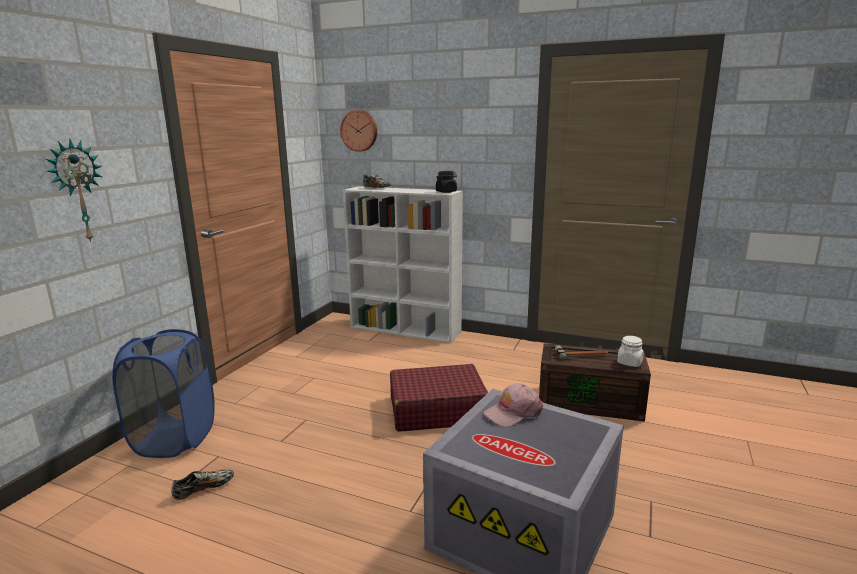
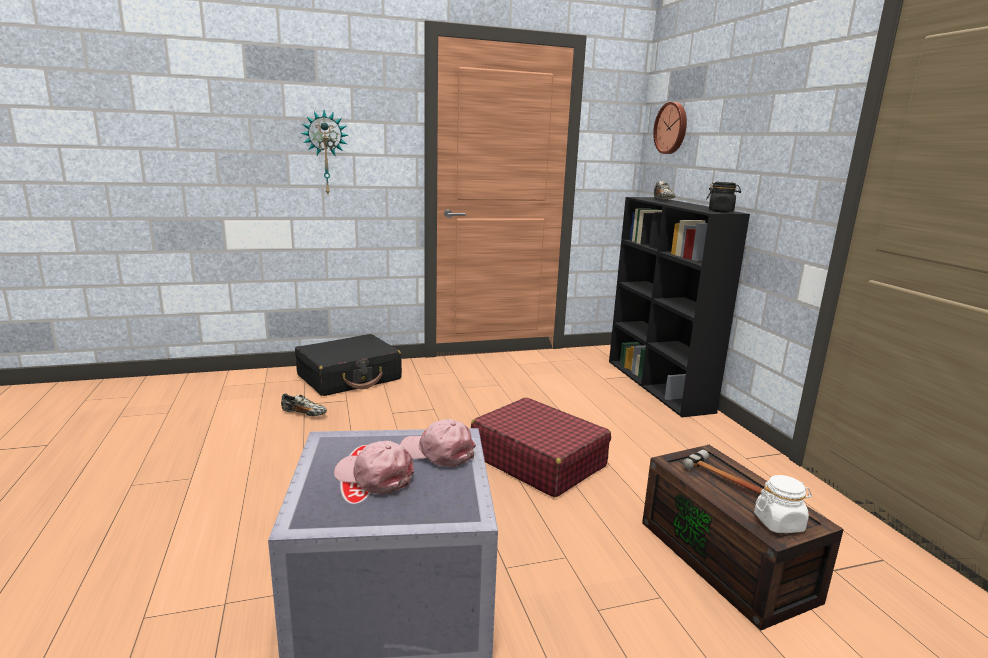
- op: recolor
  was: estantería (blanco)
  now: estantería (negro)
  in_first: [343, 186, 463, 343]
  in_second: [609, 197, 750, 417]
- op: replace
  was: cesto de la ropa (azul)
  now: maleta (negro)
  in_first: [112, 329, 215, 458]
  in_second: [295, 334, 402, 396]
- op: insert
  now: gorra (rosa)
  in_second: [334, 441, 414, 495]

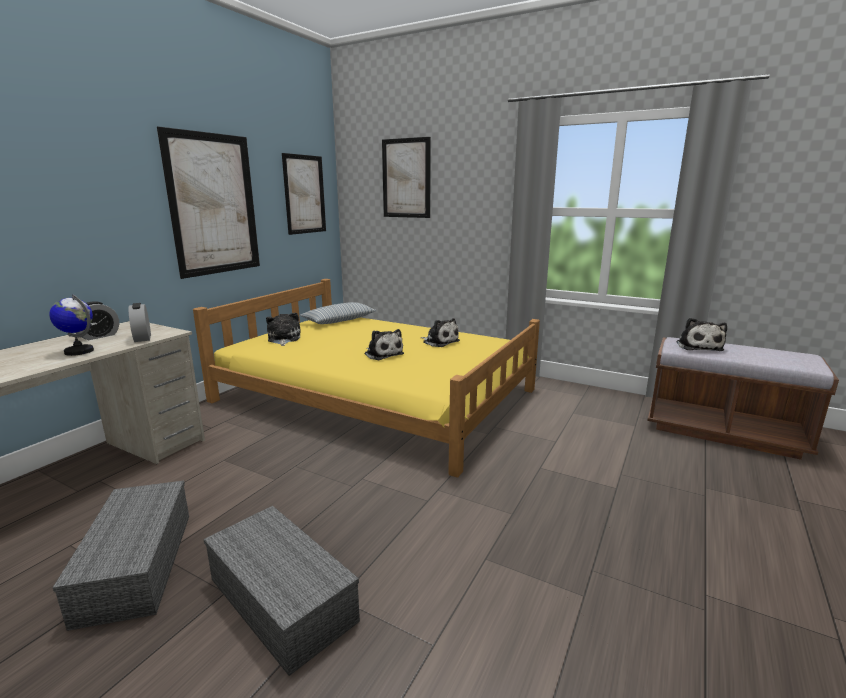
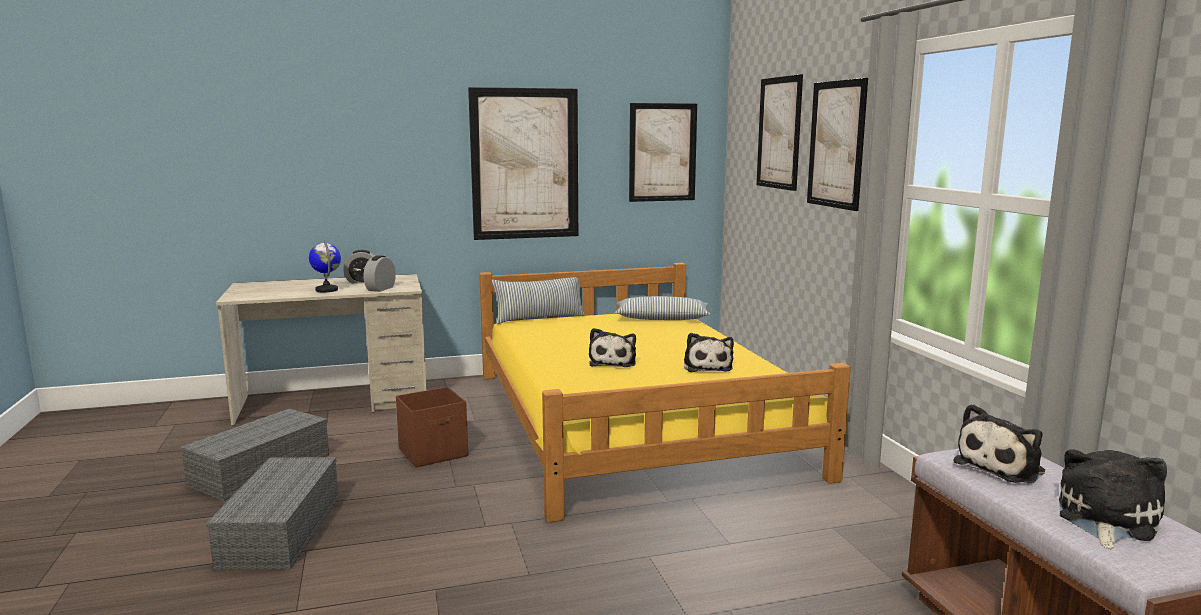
- op: move
  was: peluche
  in_first: [266, 312, 301, 346]
  in_second: [1059, 449, 1167, 549]
- op: insert
  now: cuadro
  in_second: [807, 78, 868, 211]
- op: insert
  now: cojín
  in_second: [492, 277, 585, 324]
- op: insert
  now: caja de almacenaje (marrón)
  in_second: [396, 387, 468, 468]

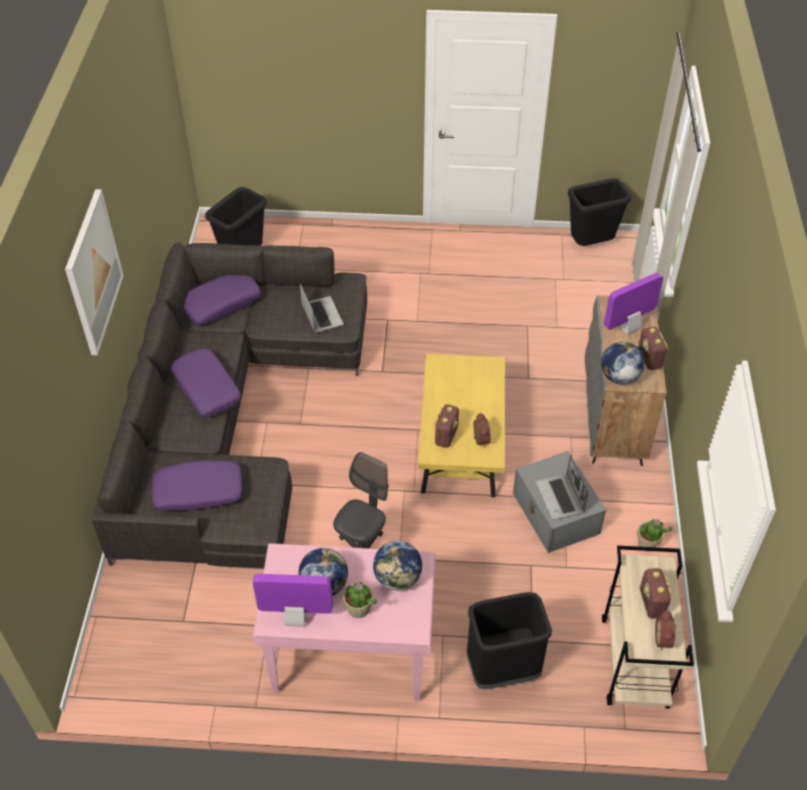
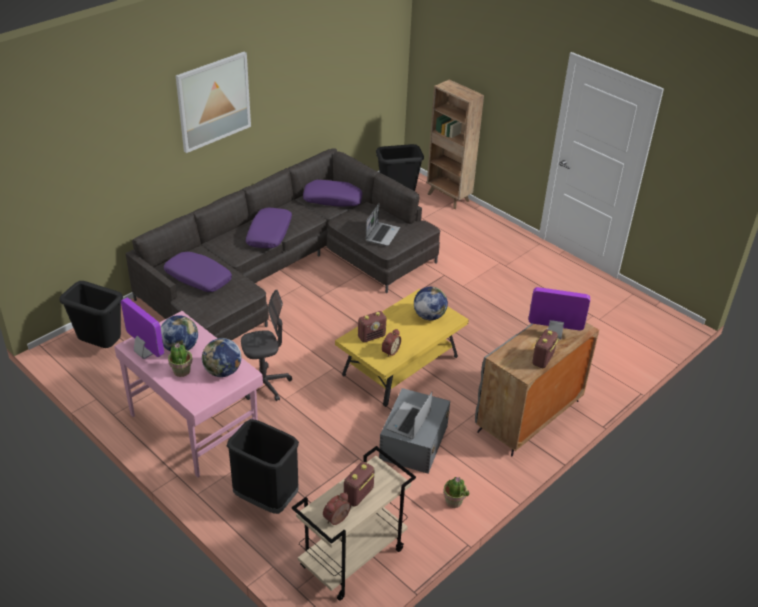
- op: move
  was: papelera (negro)
  in_first: [568, 178, 631, 246]
  in_second: [60, 281, 123, 348]
- op: move
  was: globo terráqueo
  in_first: [601, 341, 645, 384]
  in_second: [414, 287, 448, 320]
- op: insert
  now: estantería (marrón)
  in_second: [427, 79, 484, 209]

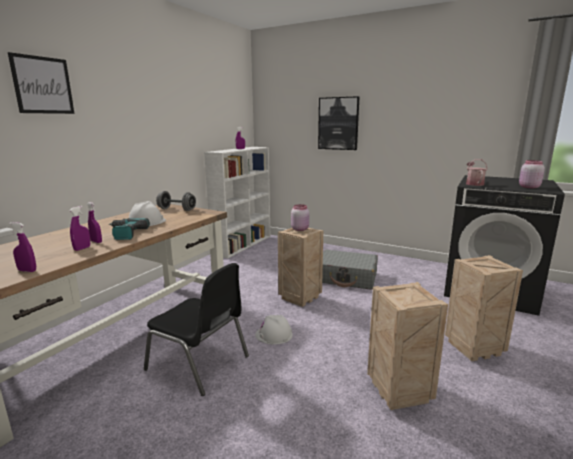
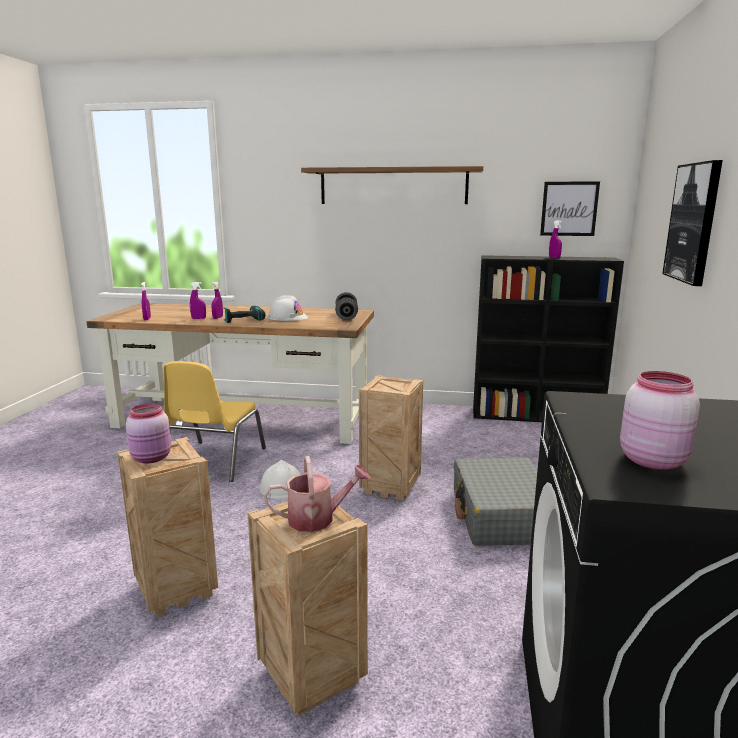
- op: move
  was: cuadro
  in_first: [8, 52, 75, 114]
  in_second: [540, 182, 600, 236]
- op: recolor
  was: estantería (blanco)
  now: estantería (negro)
  in_first: [204, 147, 270, 258]
  in_second: [473, 255, 624, 422]
- op: move
  was: regadera
  in_first: [466, 159, 487, 186]
  in_second: [264, 456, 370, 532]
- op: move
  was: tarro (rosa)
  in_first: [291, 204, 309, 231]
  in_second: [126, 403, 171, 463]
- op: recolor
  was: silla (negro)
  now: silla (amarillo)
  in_first: [144, 263, 249, 396]
  in_second: [164, 361, 266, 482]
- op: insert
  now: estante
  in_second: [301, 166, 483, 204]

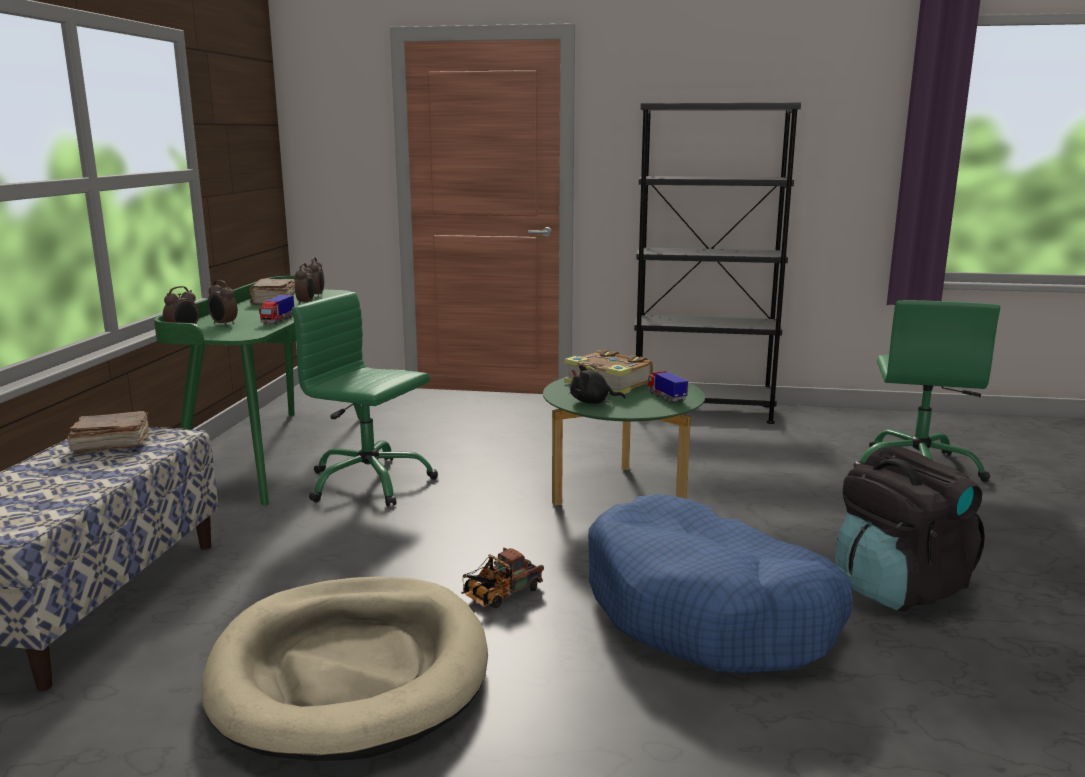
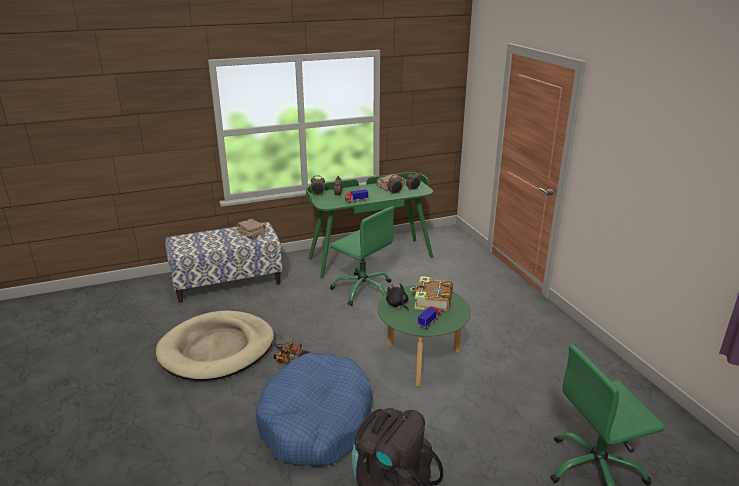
- op: delete
  was: estantería (negro)
  in_first: [634, 103, 801, 424]
- op: rotate
  was: silla de oficina (verde)
  in_first: [292, 292, 438, 507]
  in_second: [330, 206, 395, 306]
  clockwise: 135

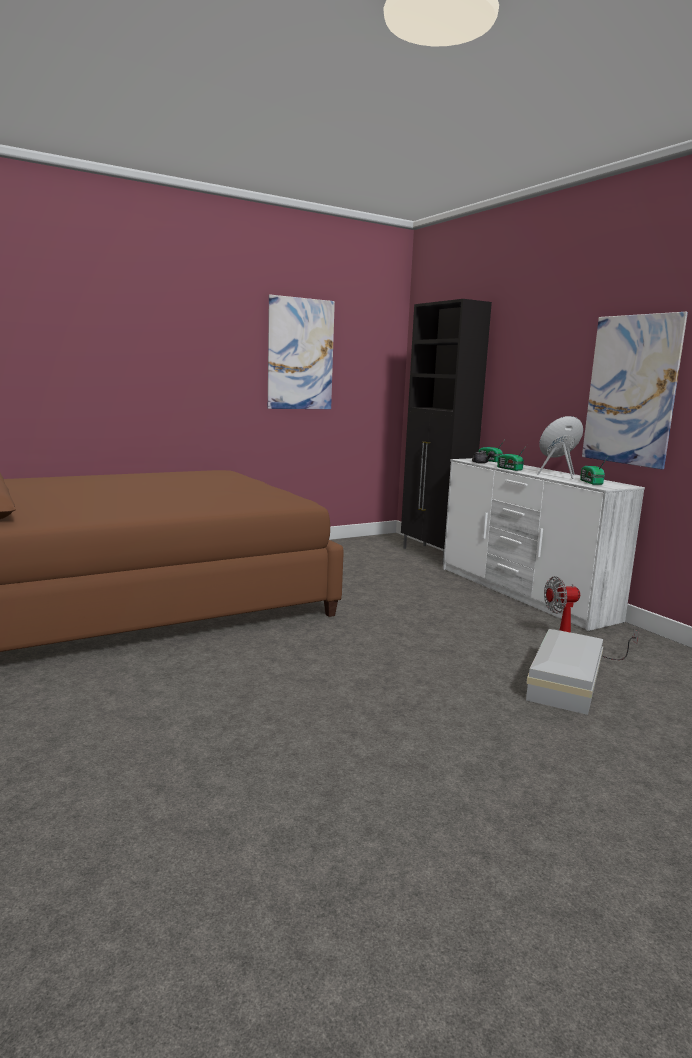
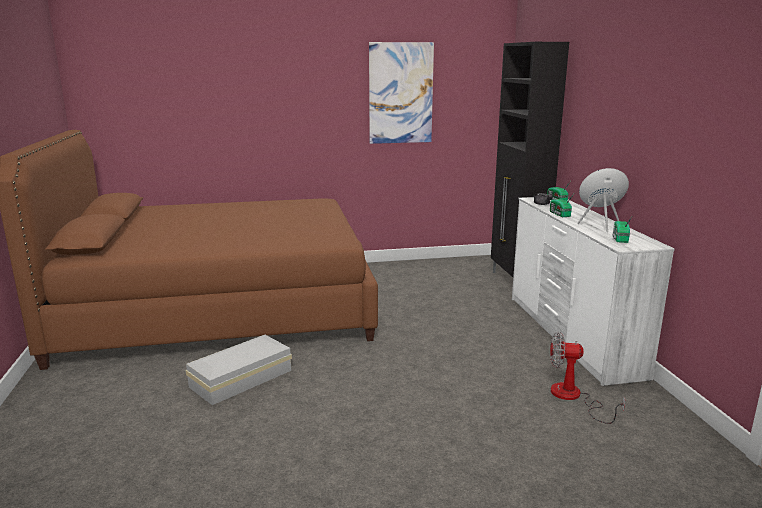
- op: delete
  was: cuadro
  in_first: [582, 312, 688, 470]
- op: move
  was: caja de almacenaje (blanco)
  in_first: [526, 629, 603, 715]
  in_second: [185, 335, 292, 405]

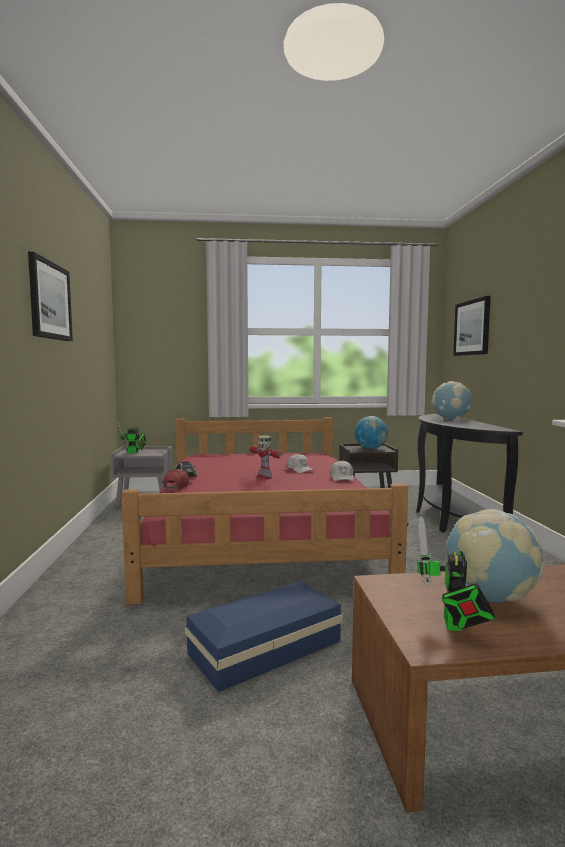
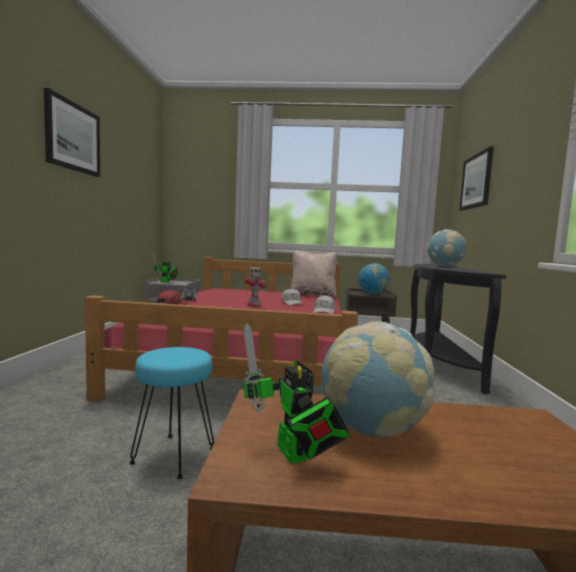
- op: rotate
  was: robot de juguete
  in_first: [416, 516, 495, 631]
  in_second: [243, 323, 350, 464]
  clockwise: -45
- op: replace
  was: caja de almacenaje (azul)
  now: taburete (turquesa)
  in_first: [185, 581, 343, 692]
  in_second: [129, 347, 214, 479]
- op: insert
  now: cojín (beis)
  in_second: [291, 250, 338, 297]

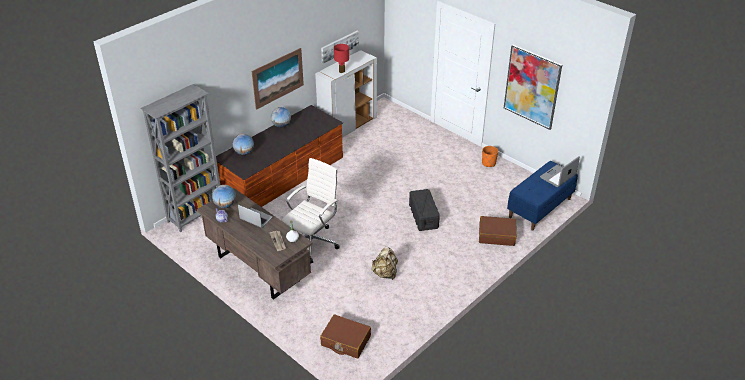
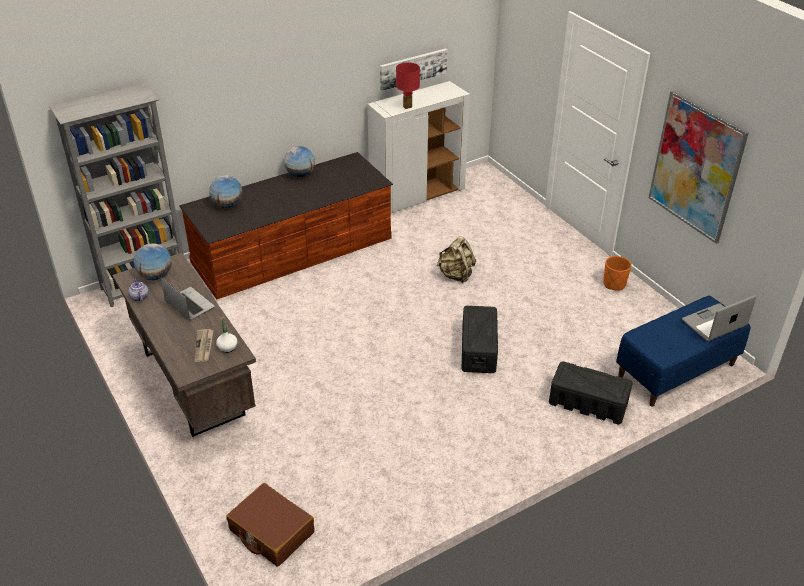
- op: delete
  was: cuadro
  in_first: [252, 48, 304, 110]
- op: delete
  was: silla de oficina (blanco)
  in_first: [282, 158, 340, 264]
- op: replace
  was: maleta (marrón)
  now: caja de almacenaje (negro)
  in_first: [479, 216, 517, 246]
  in_second: [549, 361, 632, 424]
- op: move
  was: mochila (beis)
  in_first: [372, 247, 398, 280]
  in_second: [437, 236, 476, 283]

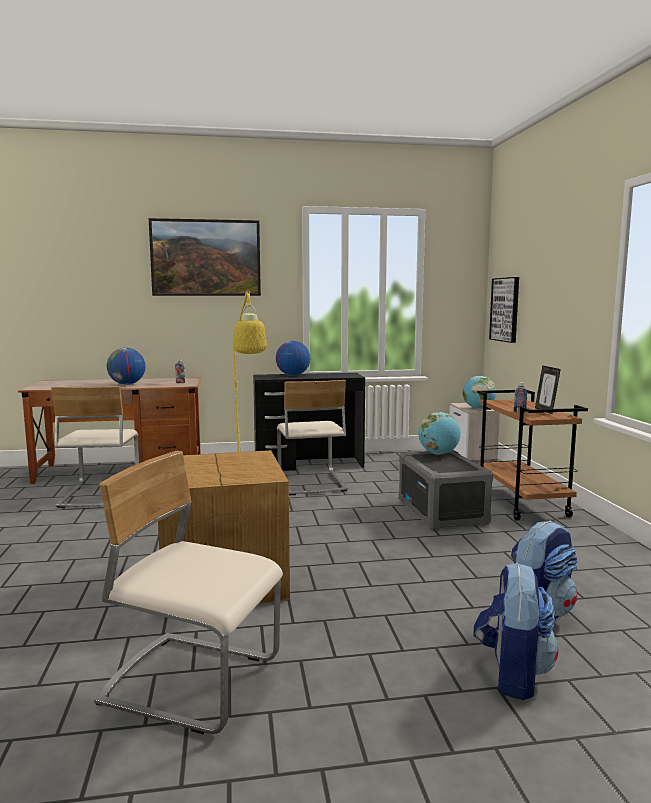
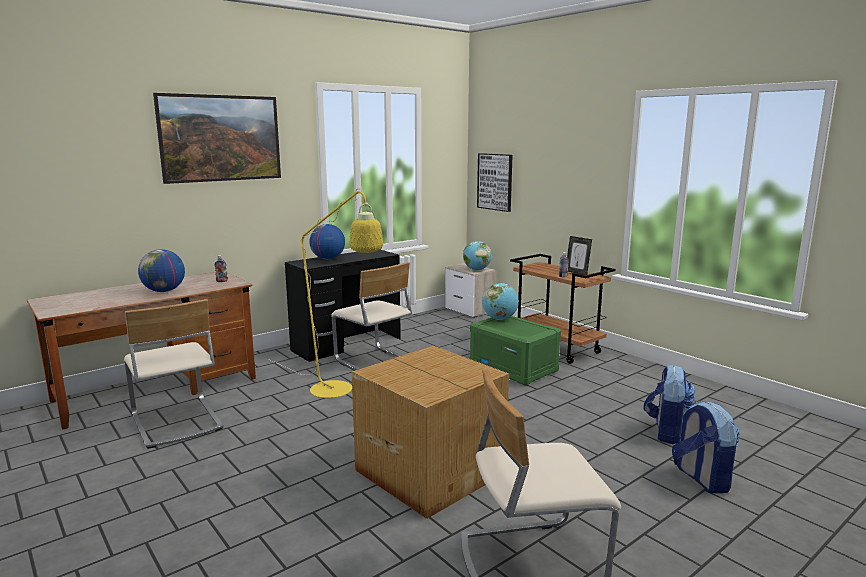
- op: recolor
  was: caja de almacenaje (gris)
  now: caja de almacenaje (verde)
  in_first: [398, 450, 493, 530]
  in_second: [469, 316, 561, 386]

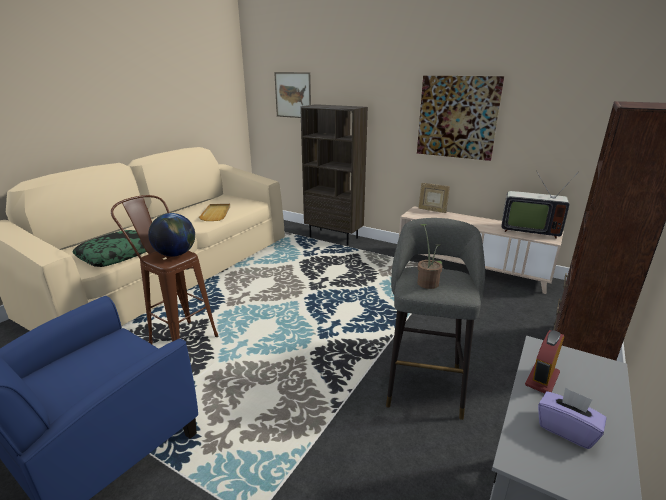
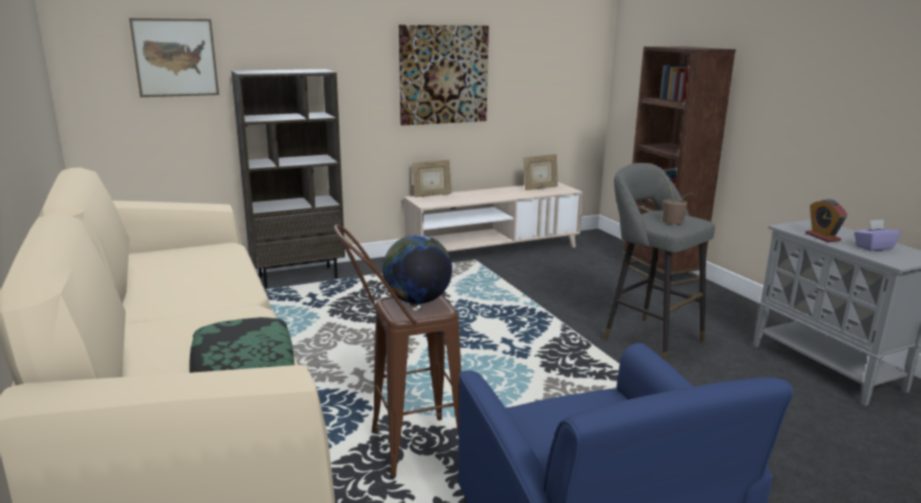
- op: replace
  was: televisor
  now: portarretratos
  in_first: [501, 171, 579, 239]
  in_second: [524, 154, 558, 190]
- op: delete
  was: bandeja (beis)
  in_first: [199, 204, 230, 221]

